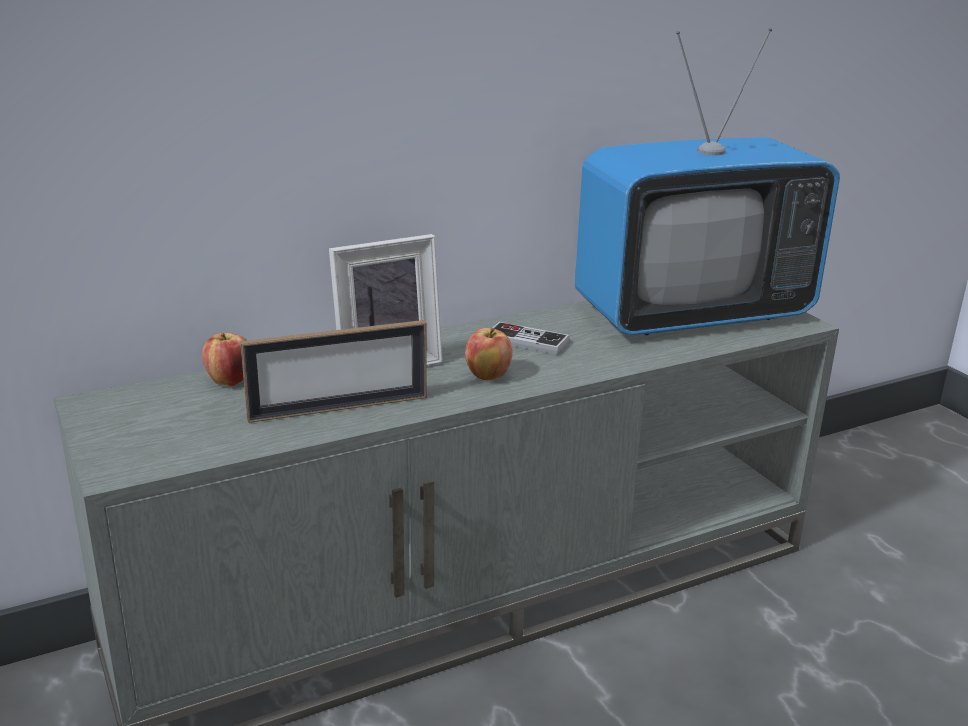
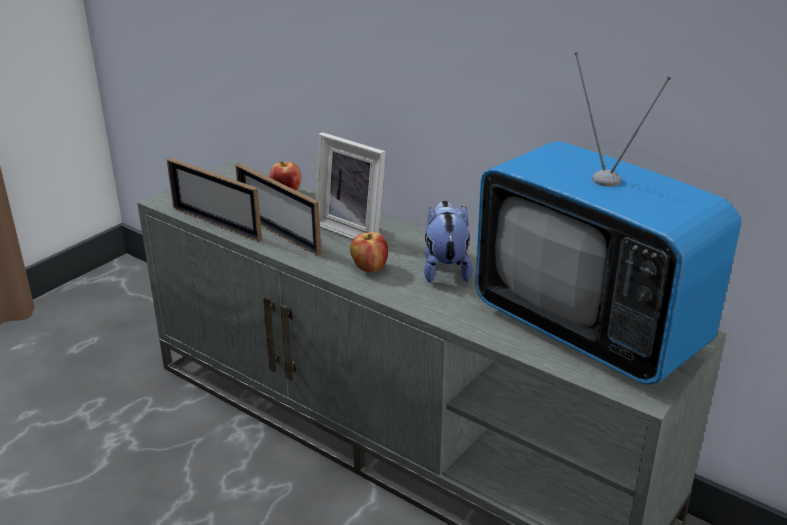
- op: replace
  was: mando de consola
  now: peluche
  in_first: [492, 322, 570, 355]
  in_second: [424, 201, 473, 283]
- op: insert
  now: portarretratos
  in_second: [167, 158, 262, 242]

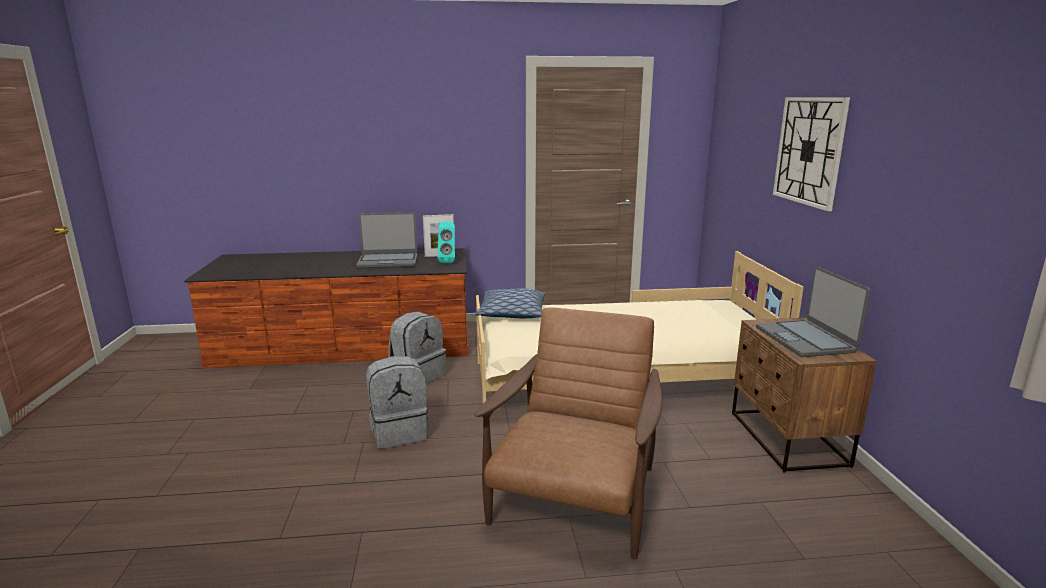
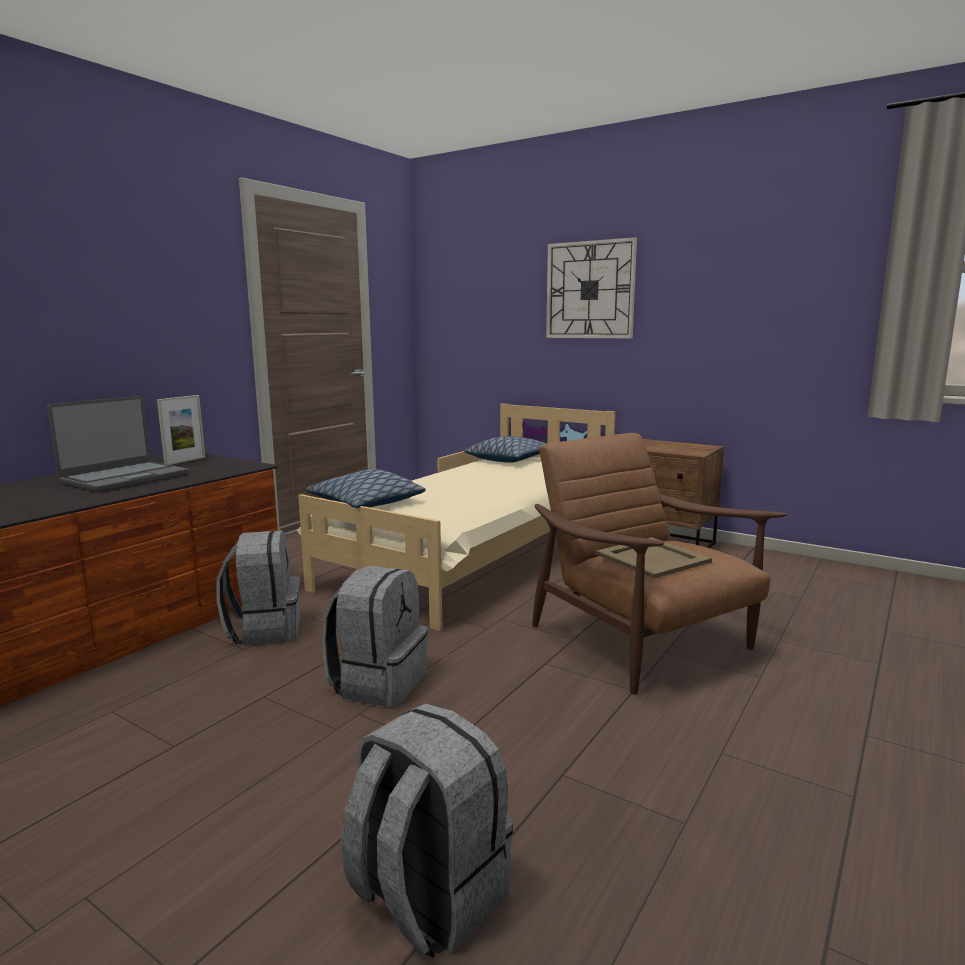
- op: delete
  was: altavoz (turquesa)
  in_first: [438, 222, 455, 263]
- op: delete
  was: portátil
  in_first: [756, 266, 870, 357]
- op: insert
  now: cojín
  in_second: [464, 436, 547, 463]
- op: insert
  now: bandeja (beis)
  in_second: [596, 537, 712, 578]
- op: insert
  now: mochila (gris)
  in_second: [341, 703, 513, 958]

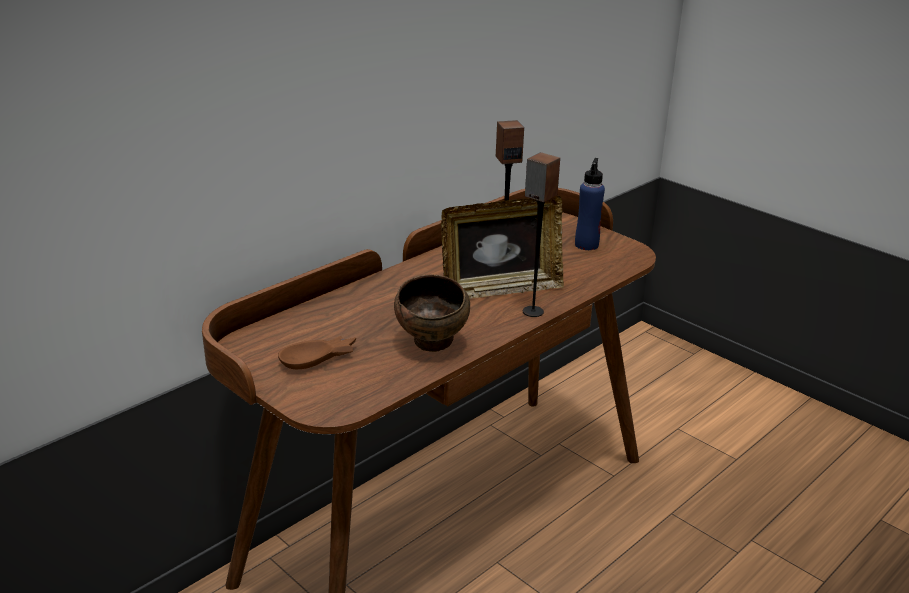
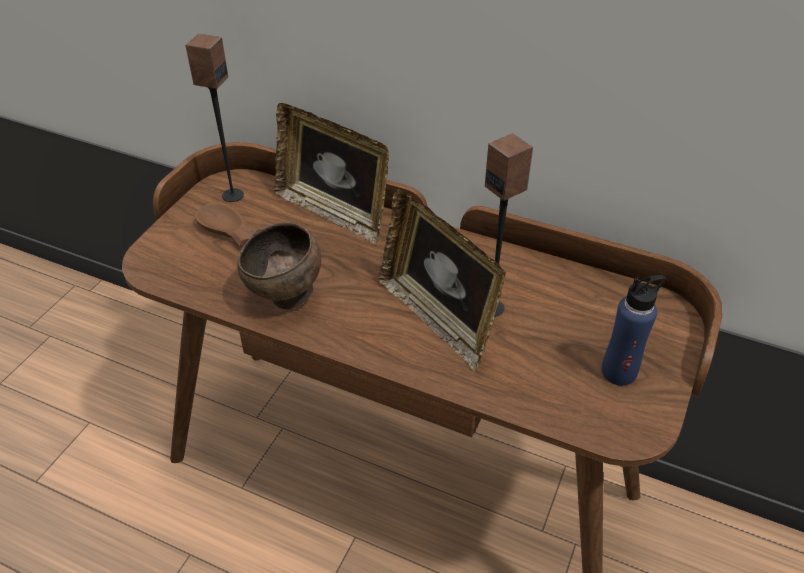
- op: move
  was: altavoz
  in_first: [523, 152, 560, 317]
  in_second: [185, 34, 244, 202]
- op: insert
  now: portarretratos
  in_second: [274, 103, 389, 245]

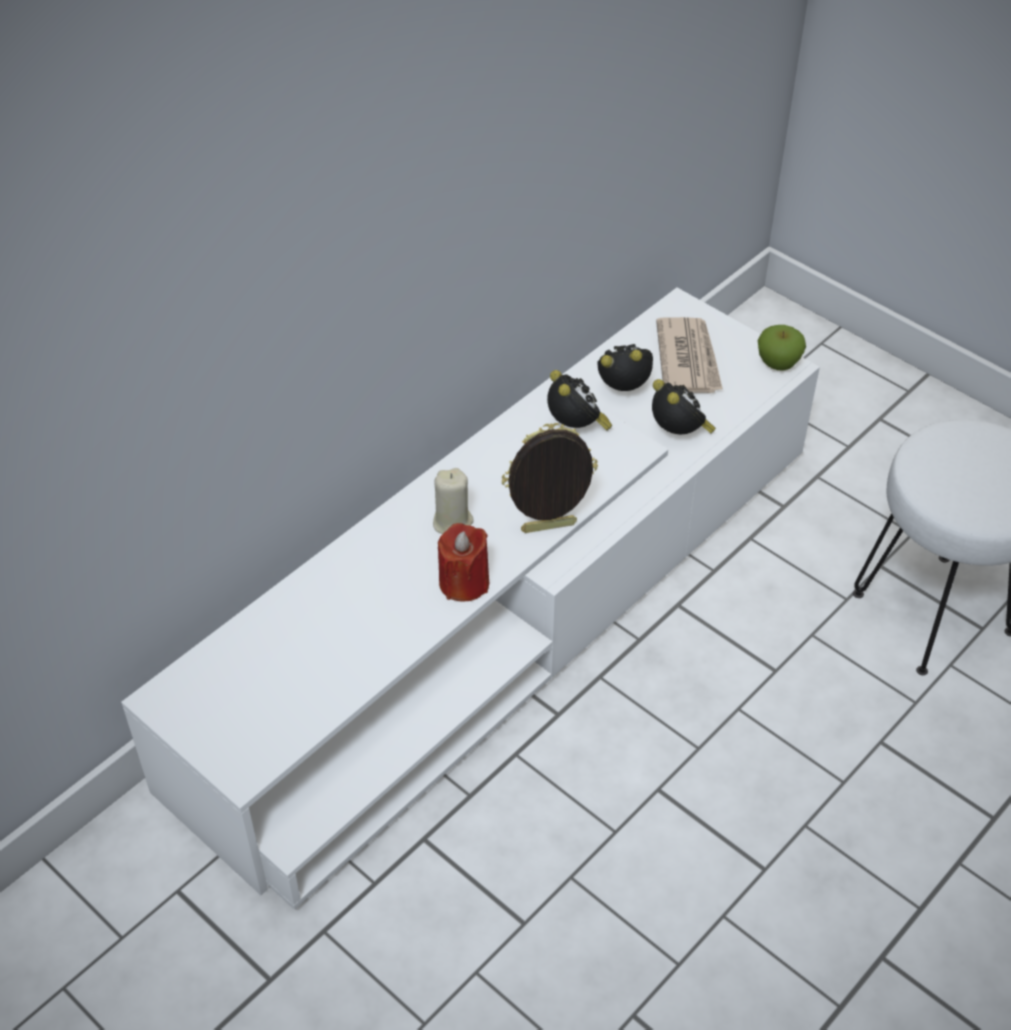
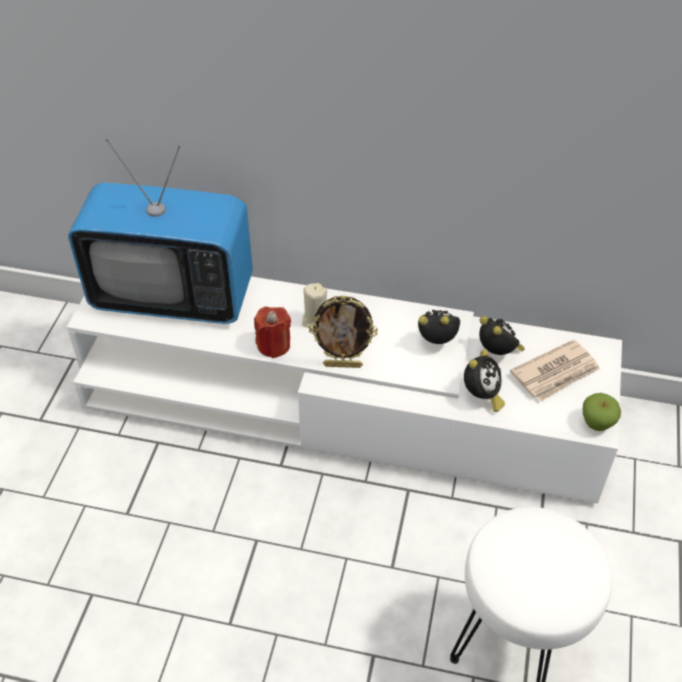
- op: rotate
  was: despertador
  in_first: [547, 370, 612, 430]
  in_second: [418, 310, 460, 344]
  clockwise: -120
- op: rotate
  was: portarretratos
  in_first: [502, 423, 598, 533]
  in_second: [309, 295, 378, 368]
  clockwise: 135
- op: insert
  now: televisor
  in_second: [68, 139, 253, 324]

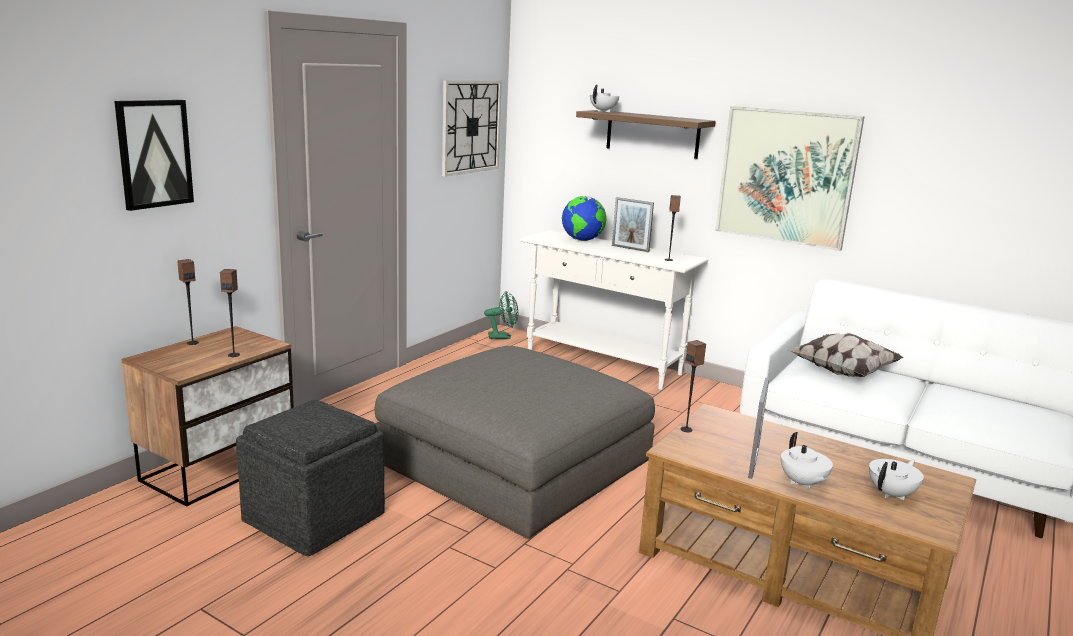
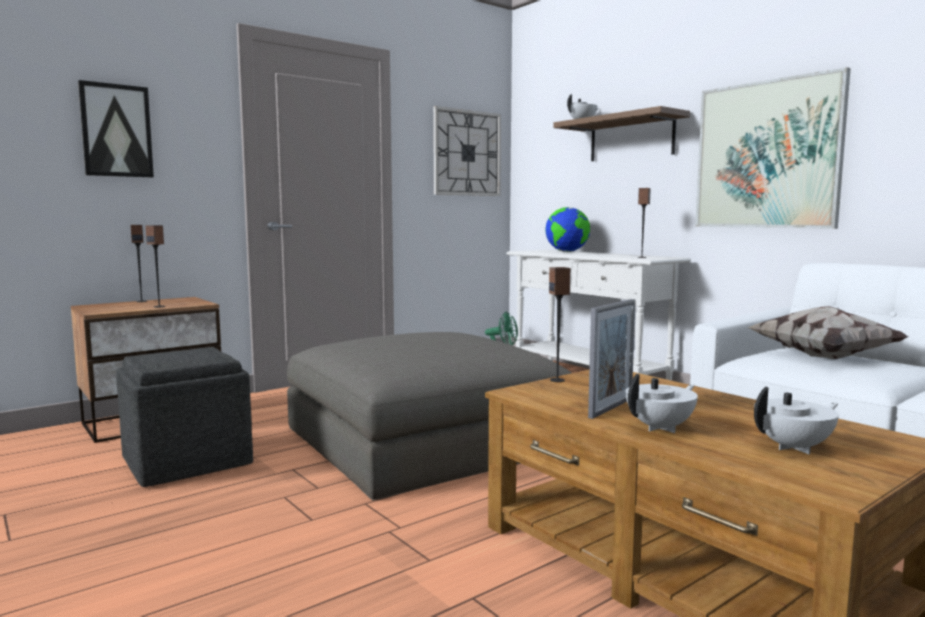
- op: delete
  was: portarretratos
  in_first: [612, 197, 654, 252]
- op: rotate
  was: tetera (blanco)
  in_first: [781, 432, 833, 490]
  in_second: [626, 374, 698, 433]
  clockwise: -135

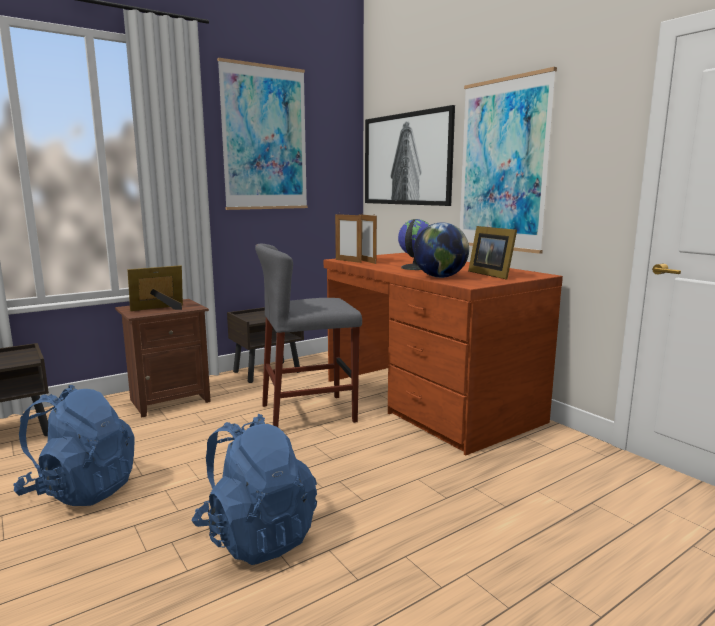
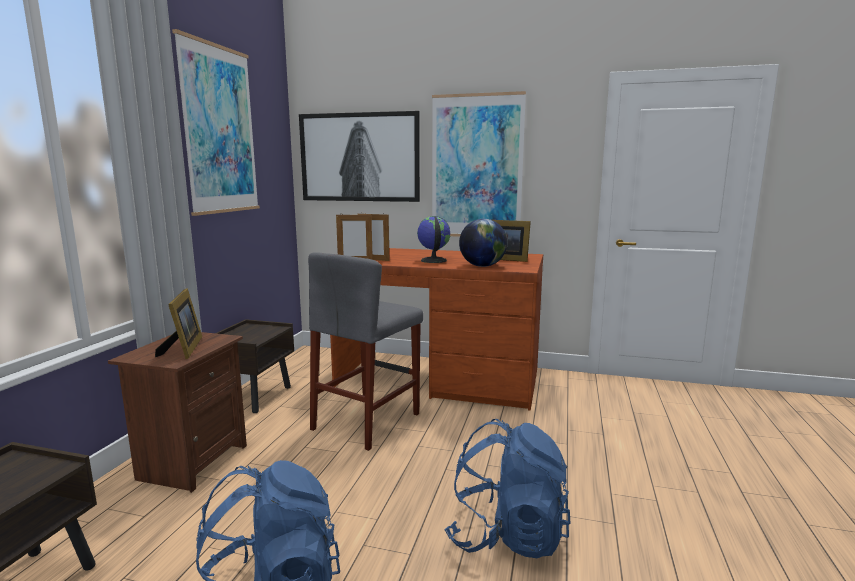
- op: rotate
  was: portarretratos
  in_first: [127, 265, 183, 311]
  in_second: [155, 288, 202, 359]
  clockwise: 150

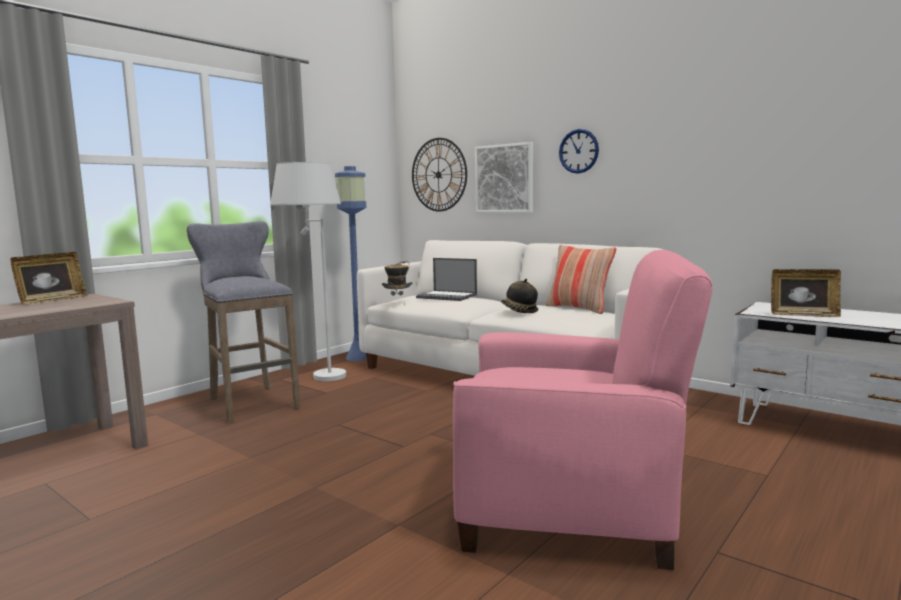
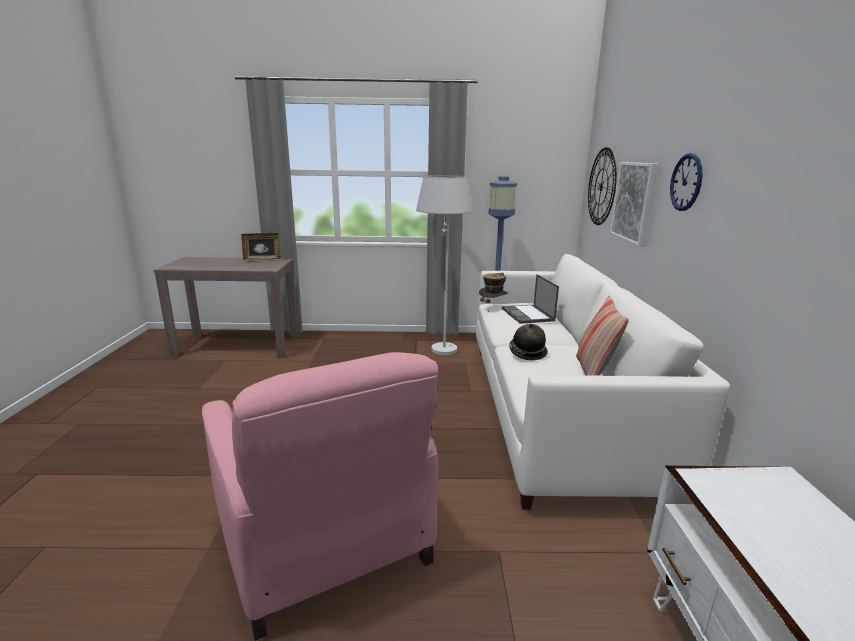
- op: delete
  was: taburete (gris)
  in_first: [187, 221, 300, 423]
- op: delete
  was: portarretratos
  in_first: [771, 269, 841, 317]

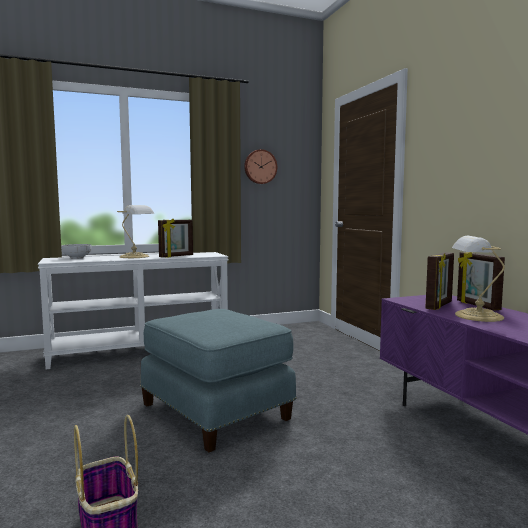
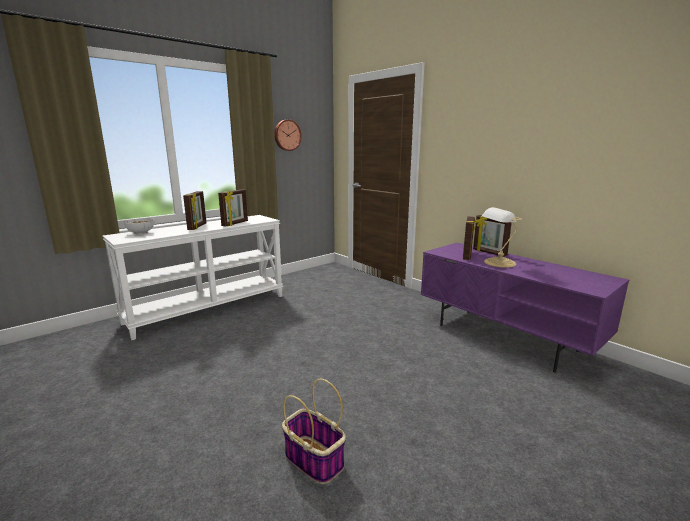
- op: replace
  was: lámpara de mesa
  now: portarretratos
  in_first: [117, 205, 155, 258]
  in_second: [183, 191, 206, 230]
- op: delete
  was: puf (azul)
  in_first: [140, 309, 297, 452]

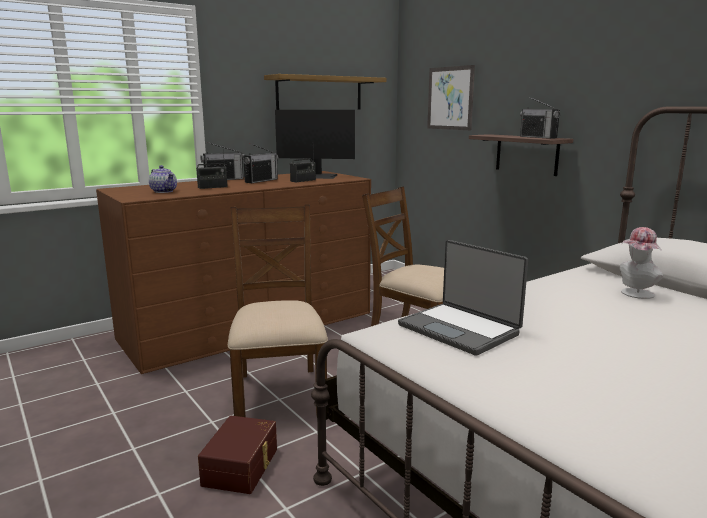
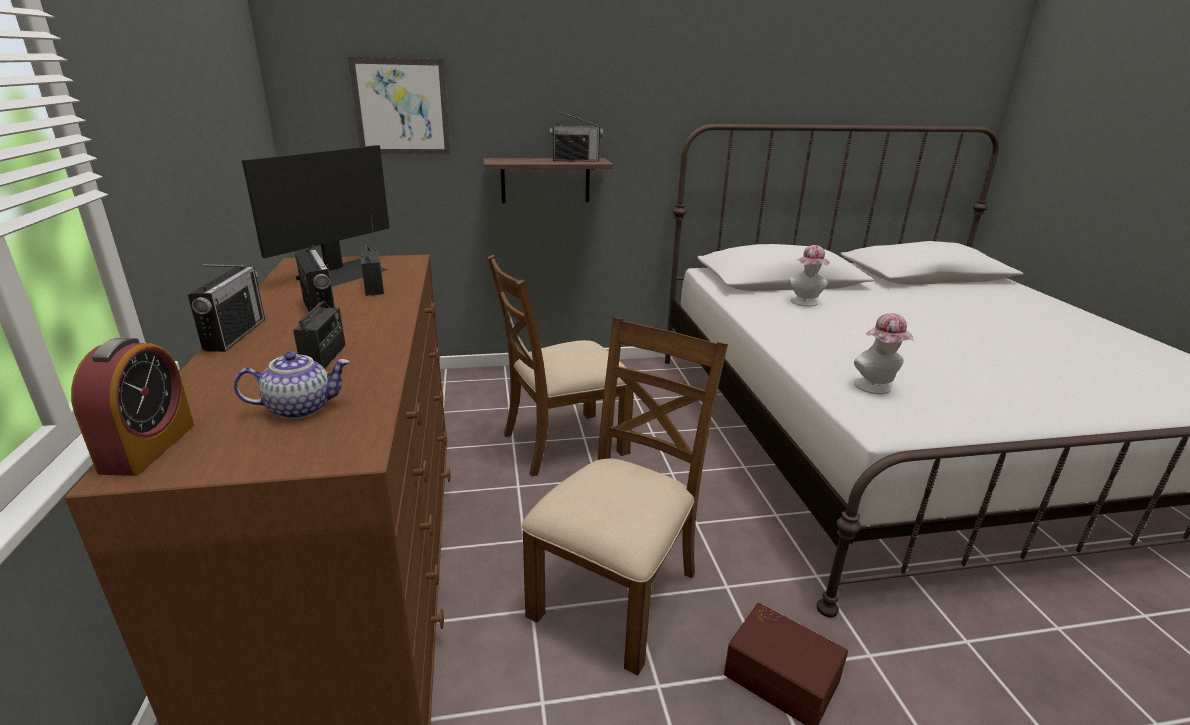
- op: delete
  was: estante
  in_first: [264, 74, 386, 110]
- op: rotate
  was: silla (marrón)
  in_first: [228, 205, 328, 417]
  in_second: [522, 317, 728, 676]
  clockwise: 105
- op: replace
  was: portátil
  now: sombrero
  in_first: [398, 240, 528, 356]
  in_second: [854, 313, 914, 394]
- op: insert
  now: despertador
  in_second: [71, 338, 194, 476]

